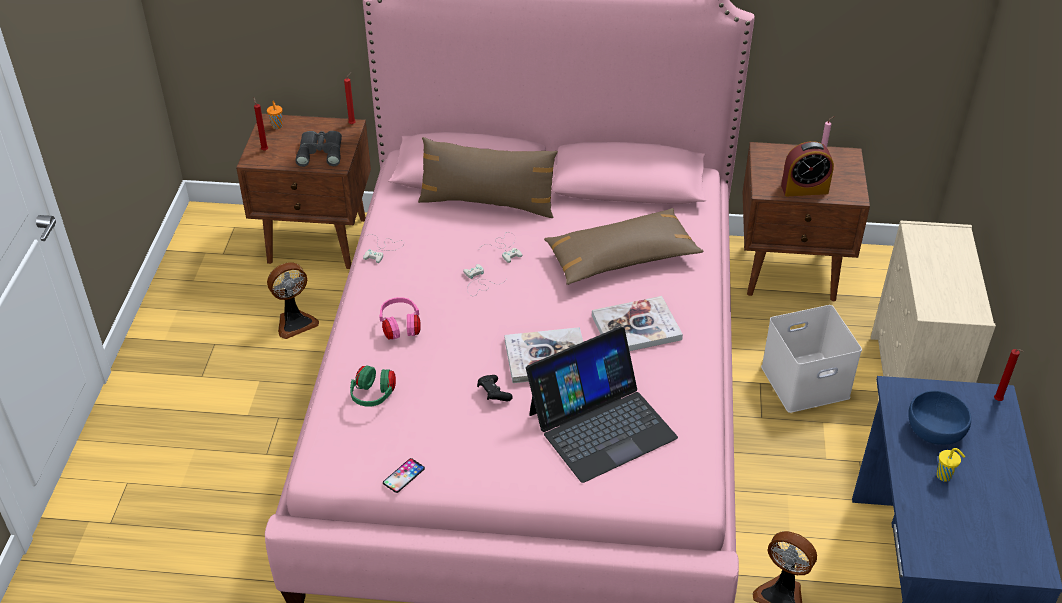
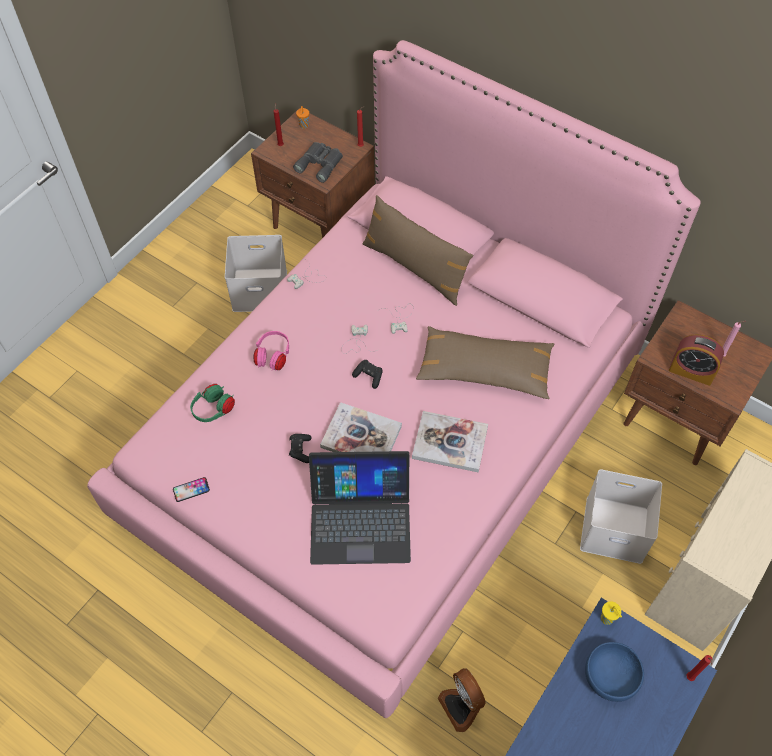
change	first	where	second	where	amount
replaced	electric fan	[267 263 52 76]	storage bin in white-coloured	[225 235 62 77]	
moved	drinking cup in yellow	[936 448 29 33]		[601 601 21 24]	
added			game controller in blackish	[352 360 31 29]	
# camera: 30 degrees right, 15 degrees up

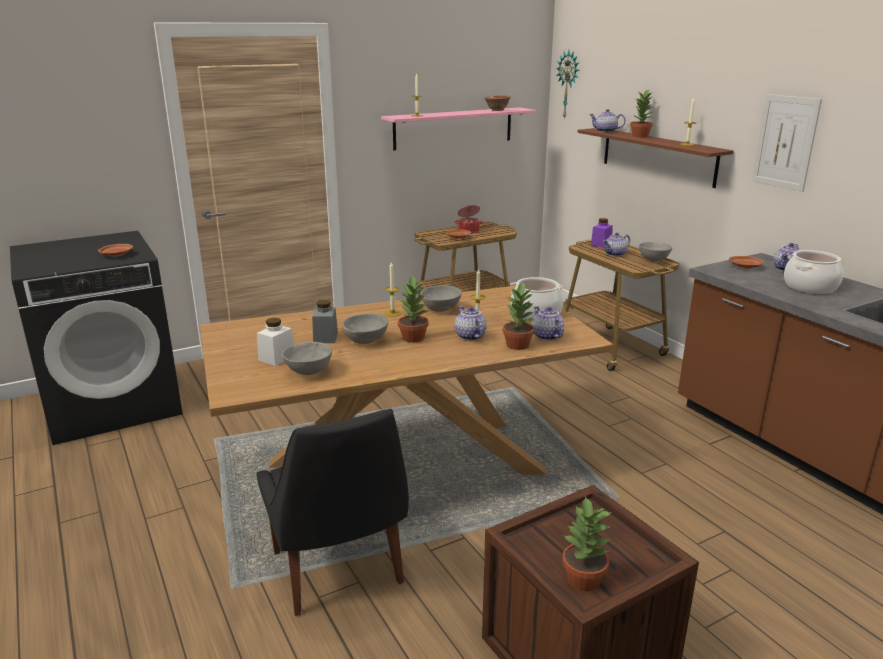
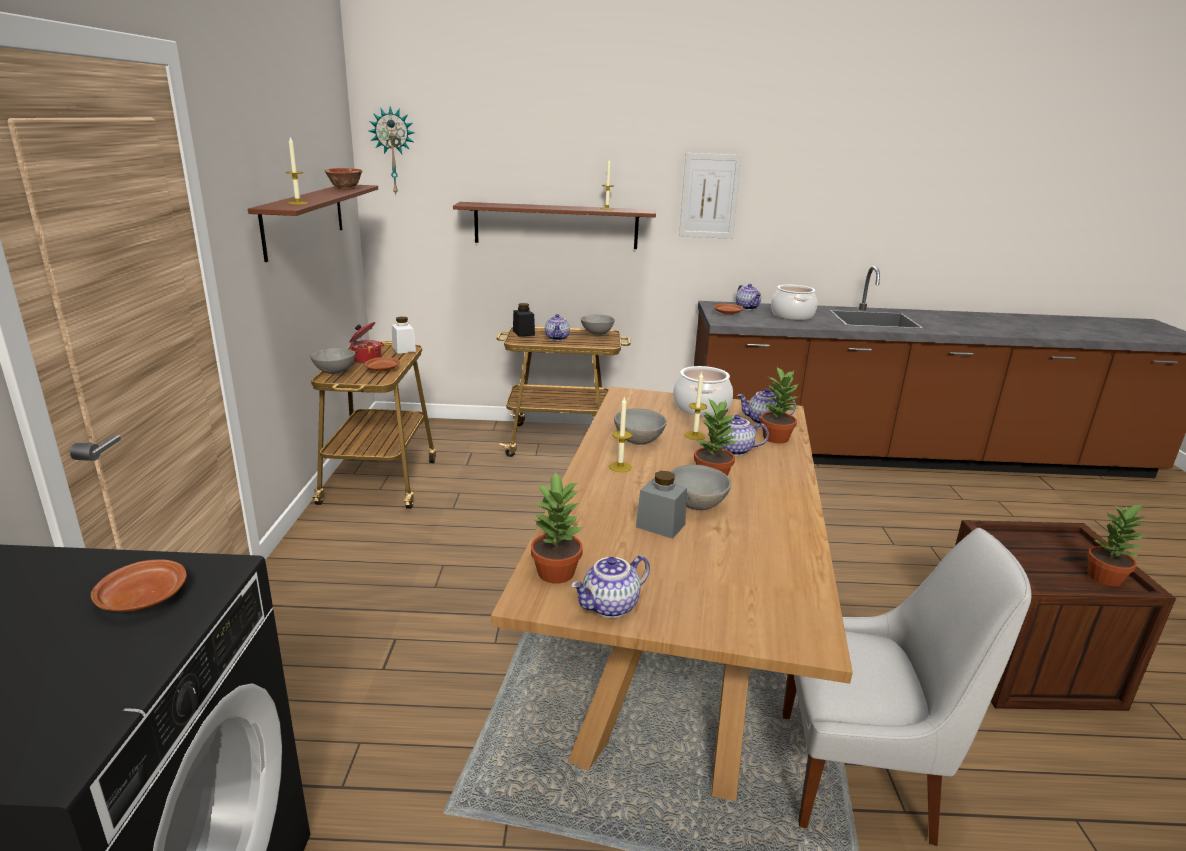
change	first	where	second	where	amount
recoloured	upright chair in blackish	[256 409 153 207]	upright chair in white-coloured	[783 528 249 318]	
moved	jar in white-coloured	[257 318 37 48]		[392 317 24 37]	
moved	serving bowl in grey	[282 342 50 33]		[310 348 45 26]	
recoloured	wall shelf in pink	[381 107 155 43]	wall shelf in brown	[248 185 130 77]	
moved	tea pot	[589 109 36 24]		[571 555 79 63]	
recoloured	jar in purple-coloured	[591 218 22 30]	jar in blackish	[513 303 22 34]	
moved	houseplant	[630 90 24 48]		[531 471 52 113]	
# camera: 60 degrees left, 0 degrees up

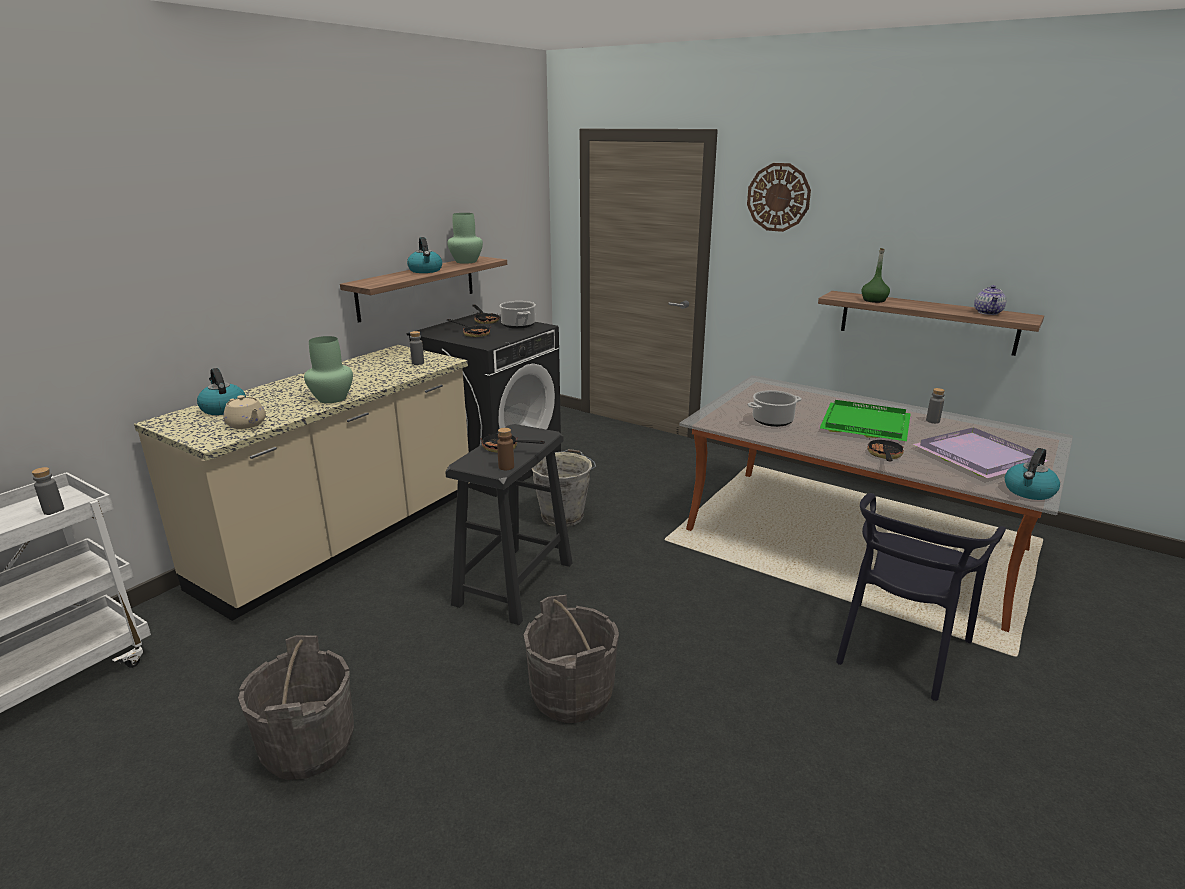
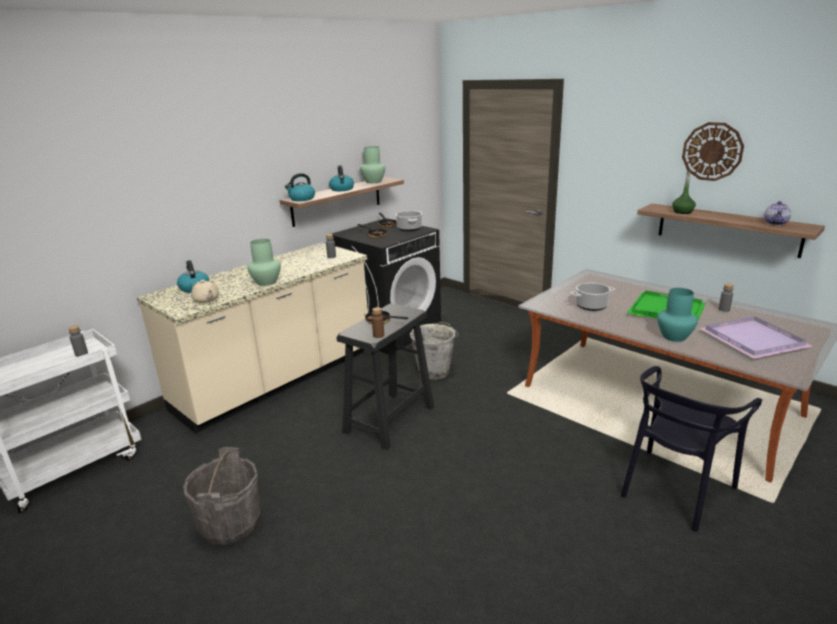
change	first	where	second	where	amount
removed	pail in grey	[524 595 95 128]			
moved	wall clock	[747 163 64 69]		[682 122 62 59]	
replaced	pan	[867 432 37 29]	decorative vase in blue-green	[657 288 41 54]	
moved	tea kettle	[1005 448 55 52]		[285 173 30 28]	
# camera: 10 degrees right, 0 degrees up

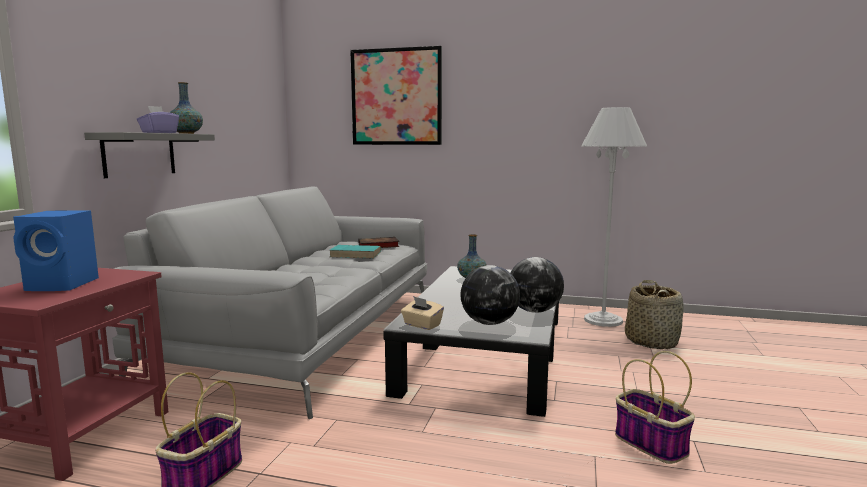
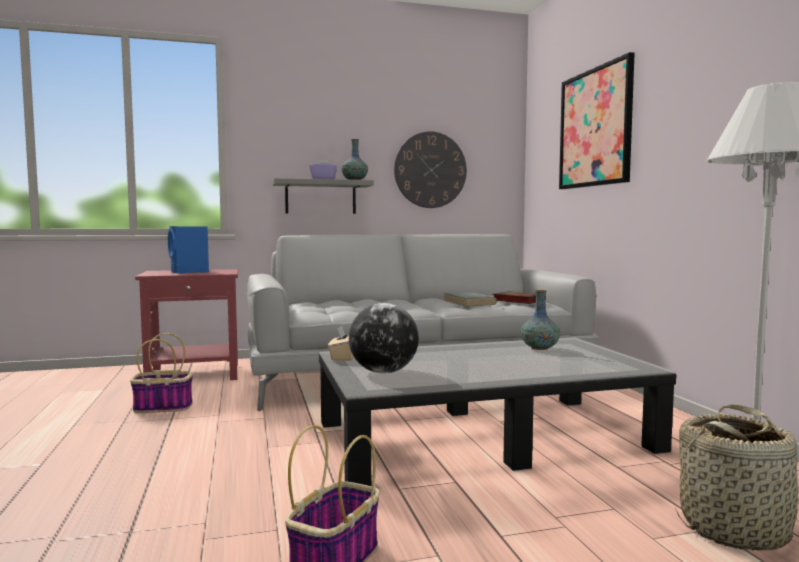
change	first	where	second	where	amount
recoloured	bound book in blue-green	[330 245 51 13]	bound book in grey	[444 292 53 15]	
removed	desk globe	[510 257 54 56]			
added			wall clock	[394 131 73 77]	
# camera: 60 degrees right, 5 degrees down

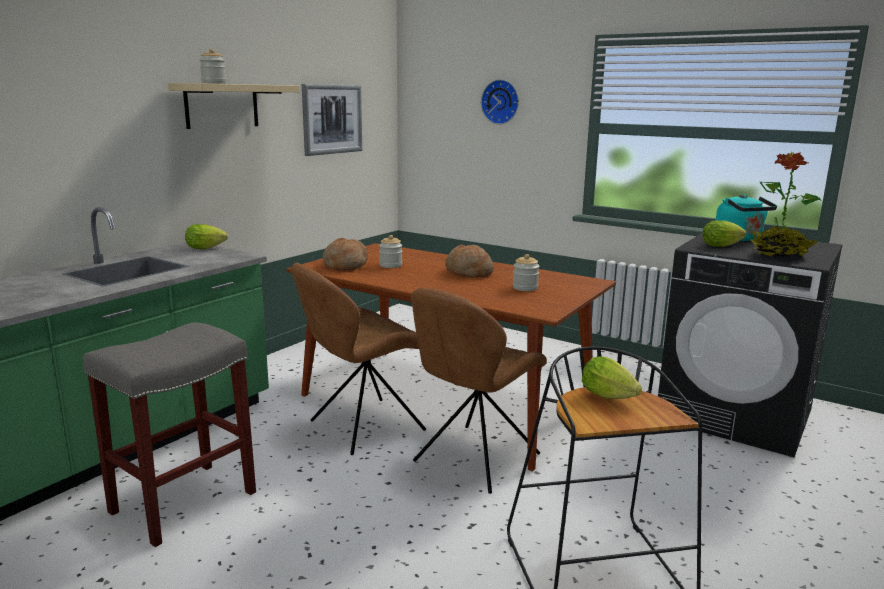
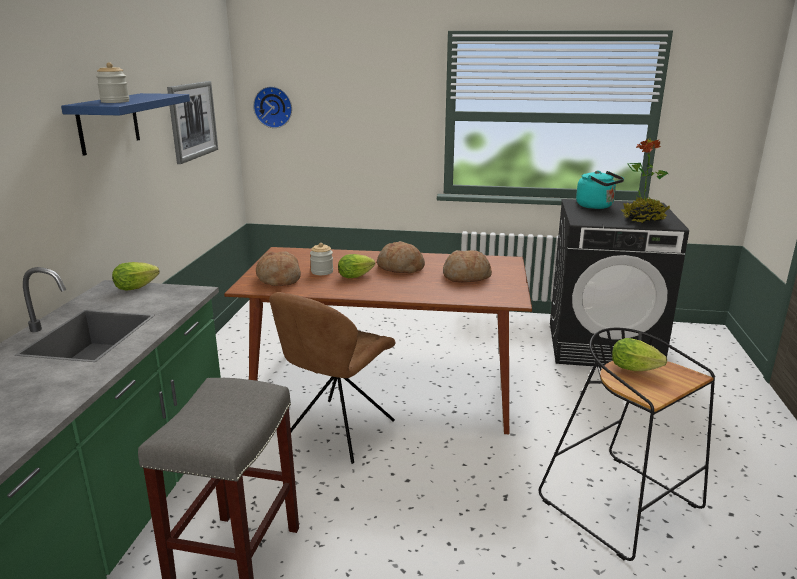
change	first	where	second	where	amount
recoloured	wall shelf in beige	[168 83 132 46]	wall shelf in blue-coloured	[61 93 129 63]	
removed	upright chair in brown	[411 287 136 207]			
moved	wall clock	[481 79 38 45]		[253 86 39 42]	
replaced	jar	[513 254 27 37]	baked bread	[443 250 49 32]	
moved	lettuce	[702 220 45 27]		[338 254 37 24]	
# camera: 25 degrees left, 5 degrees up

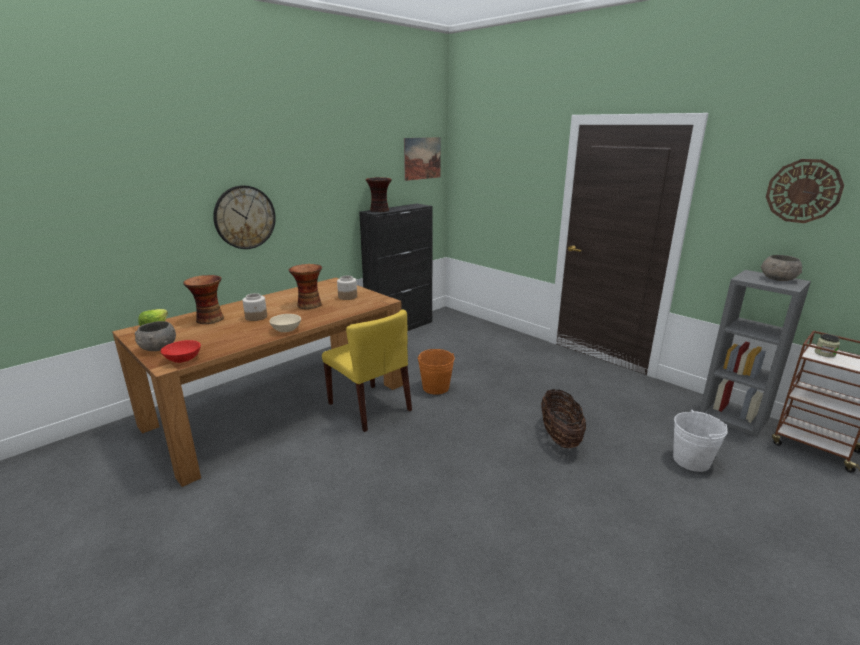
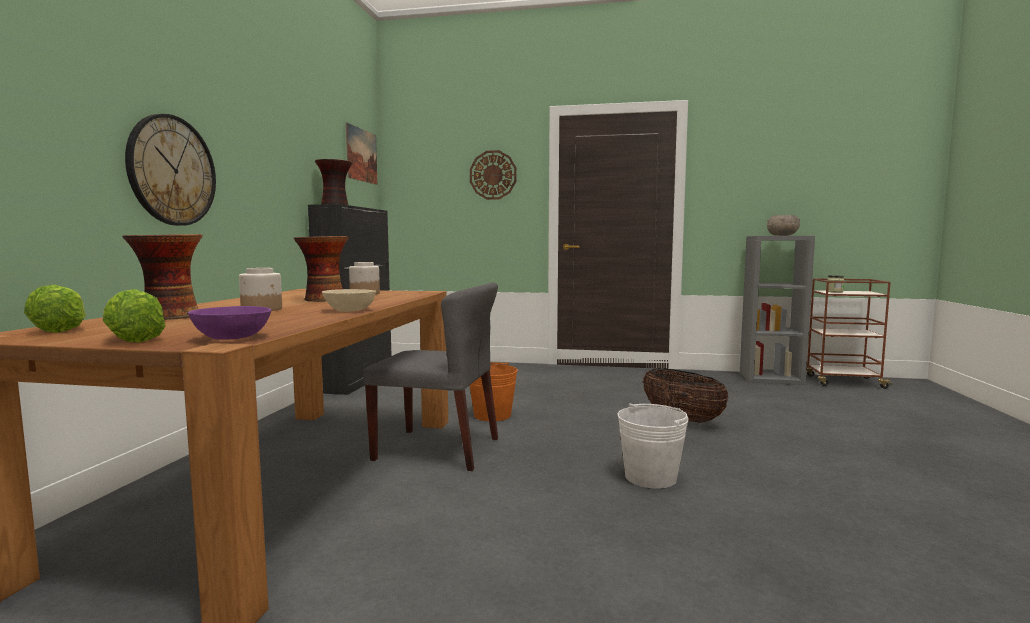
change	first	where	second	where	amount
replaced	serving bowl in grey	[135 321 41 30]	lettuce	[103 289 63 53]	
recoloured	serving bowl in red-coloured	[161 340 40 23]	serving bowl in purple-coloured	[188 306 83 34]	
recoloured	upright chair in yellow	[322 309 90 123]	upright chair in grey	[363 282 135 189]	
moved	pail in white-coloured	[673 409 55 63]		[617 403 72 85]	
moved	wall clock	[766 159 78 64]		[470 150 47 50]	
# camera: 35 degrees left, 15 degrees down

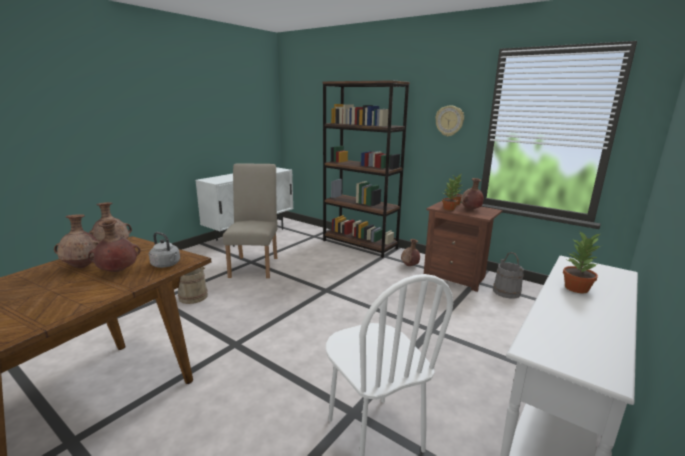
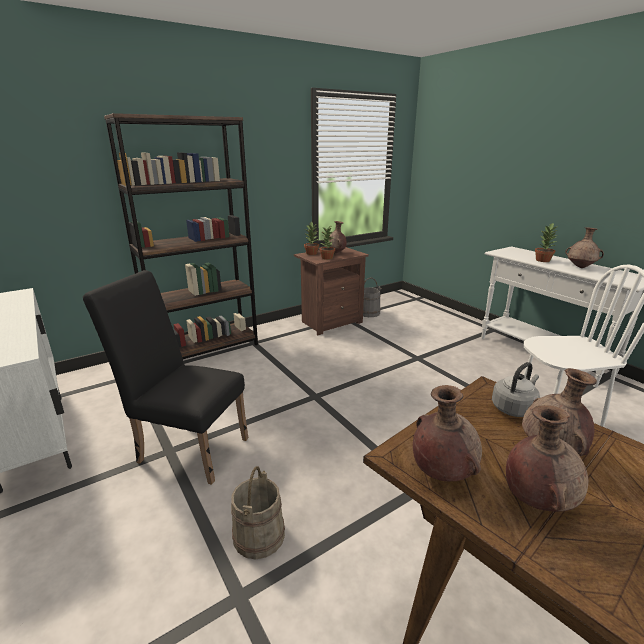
change	first	where	second	where	amount
recoloured	upright chair in beige	[223 163 55 115]	upright chair in blackish	[83 270 165 215]	
moved	decorative vase in brown	[401 239 19 27]		[565 227 39 41]	
removed	wall clock	[435 106 29 30]			
# camera: 70 degrees left, 5 degrees up

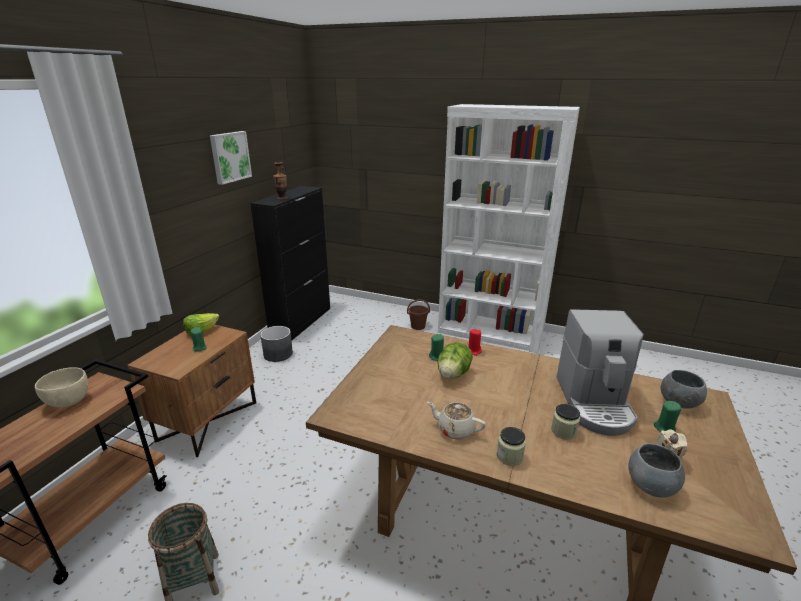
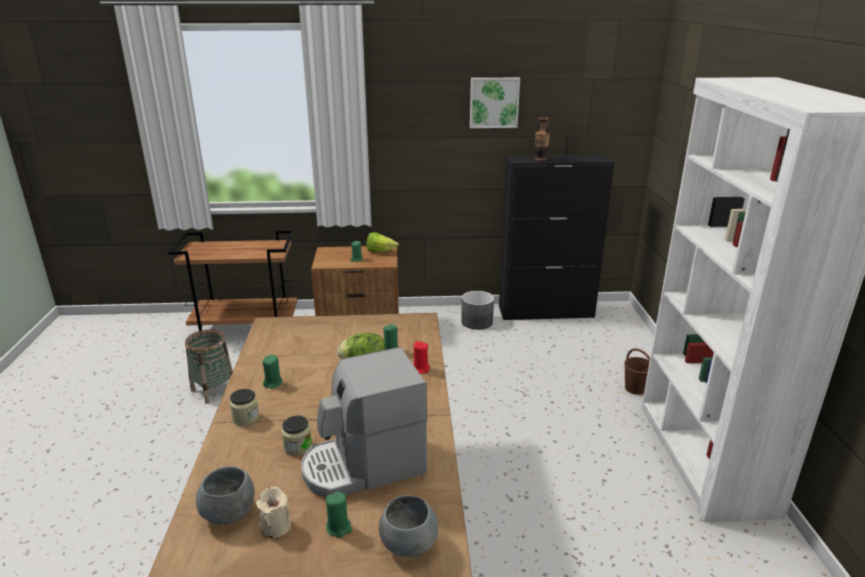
change	first	where	second	where	amount
removed	serving bowl in beige	[35 367 53 41]			
replaced	tea pot in beige	[427 402 59 38]	candle in green-coloured	[262 355 20 34]	
# camera: 65 degrees right, 0 degrees up

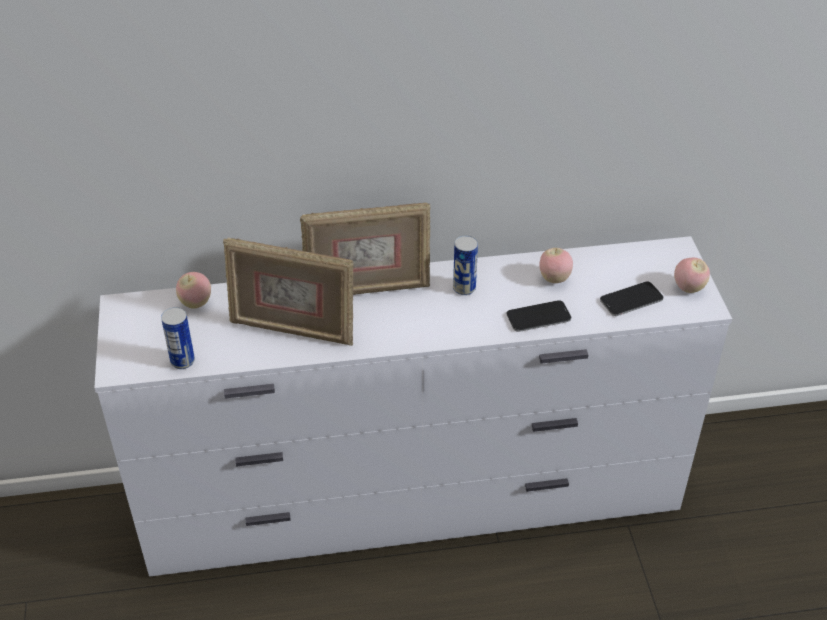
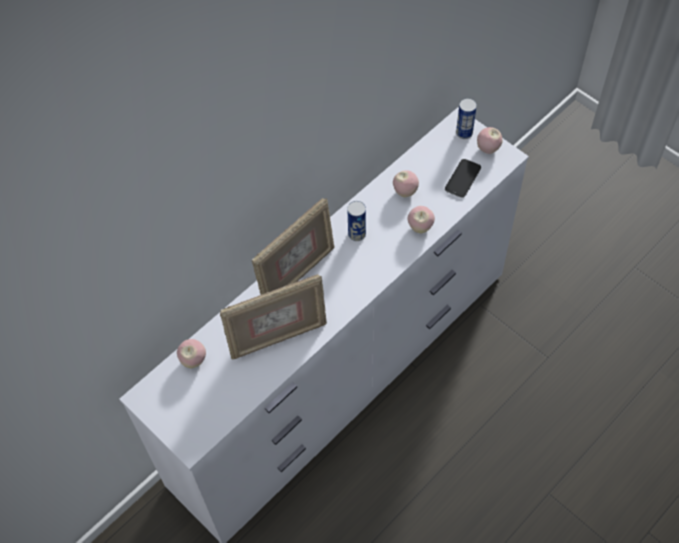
change	first	where	second	where	amount
moved	sealed can	[161 307 34 62]		[456 98 21 41]	
replaced	telephone	[506 300 65 32]	apple	[408 206 27 27]	
# camera: 35 degrees left, 15 degrees up

